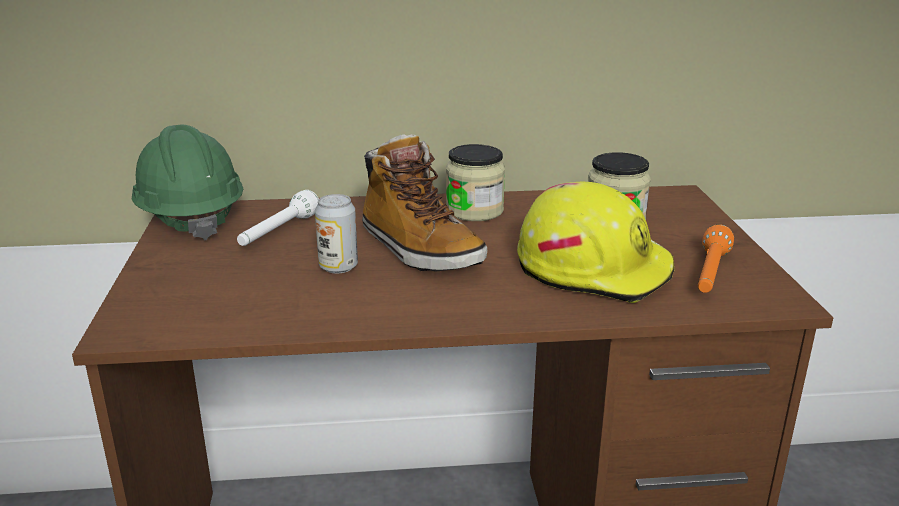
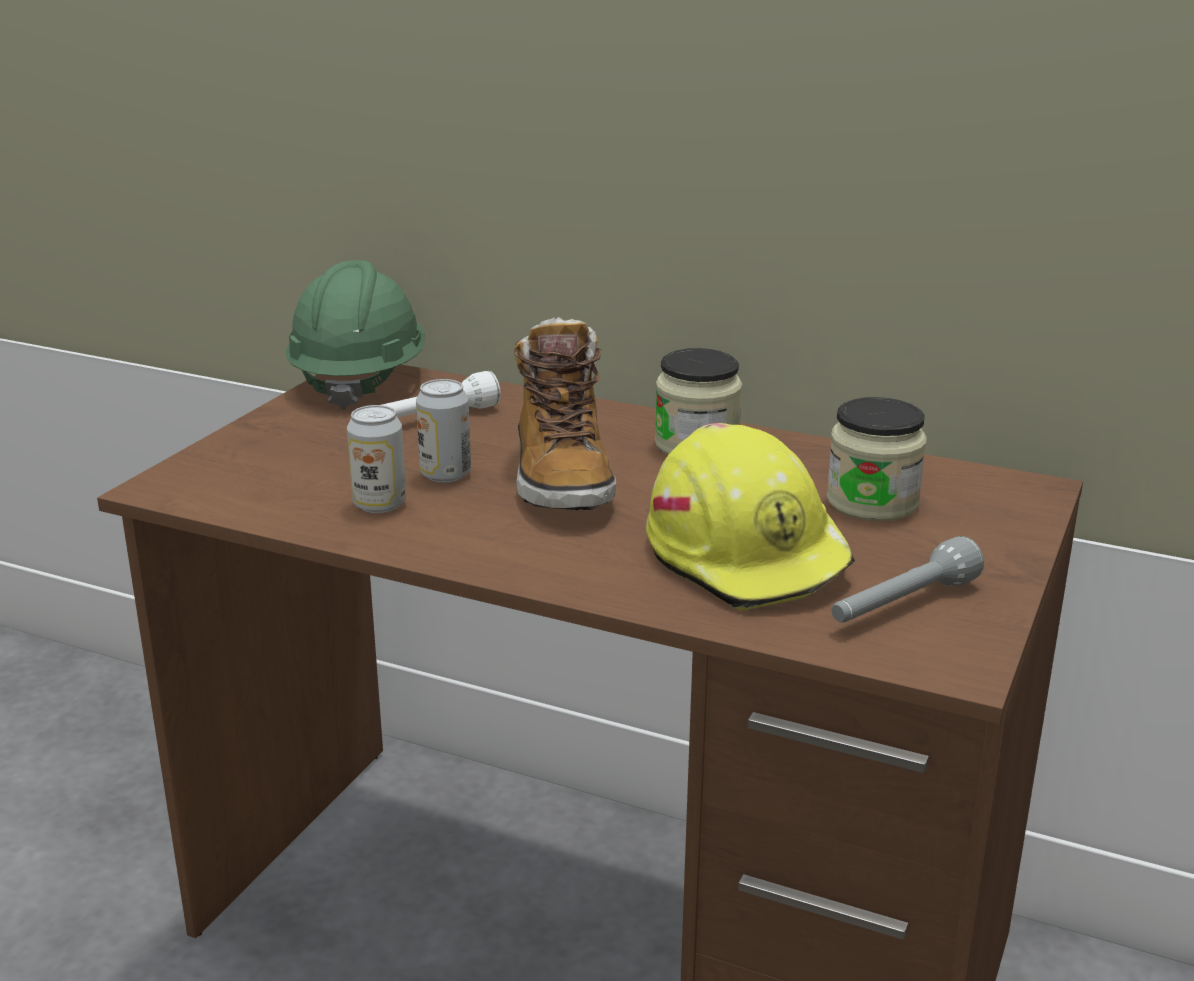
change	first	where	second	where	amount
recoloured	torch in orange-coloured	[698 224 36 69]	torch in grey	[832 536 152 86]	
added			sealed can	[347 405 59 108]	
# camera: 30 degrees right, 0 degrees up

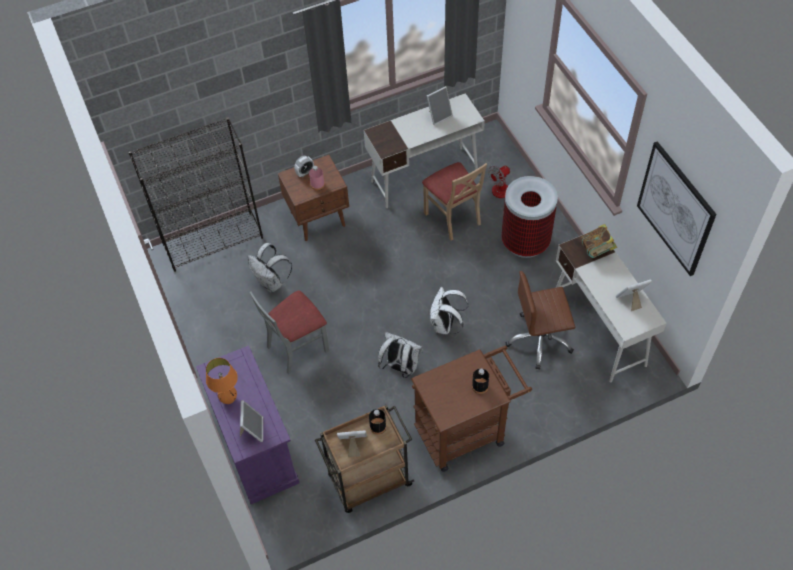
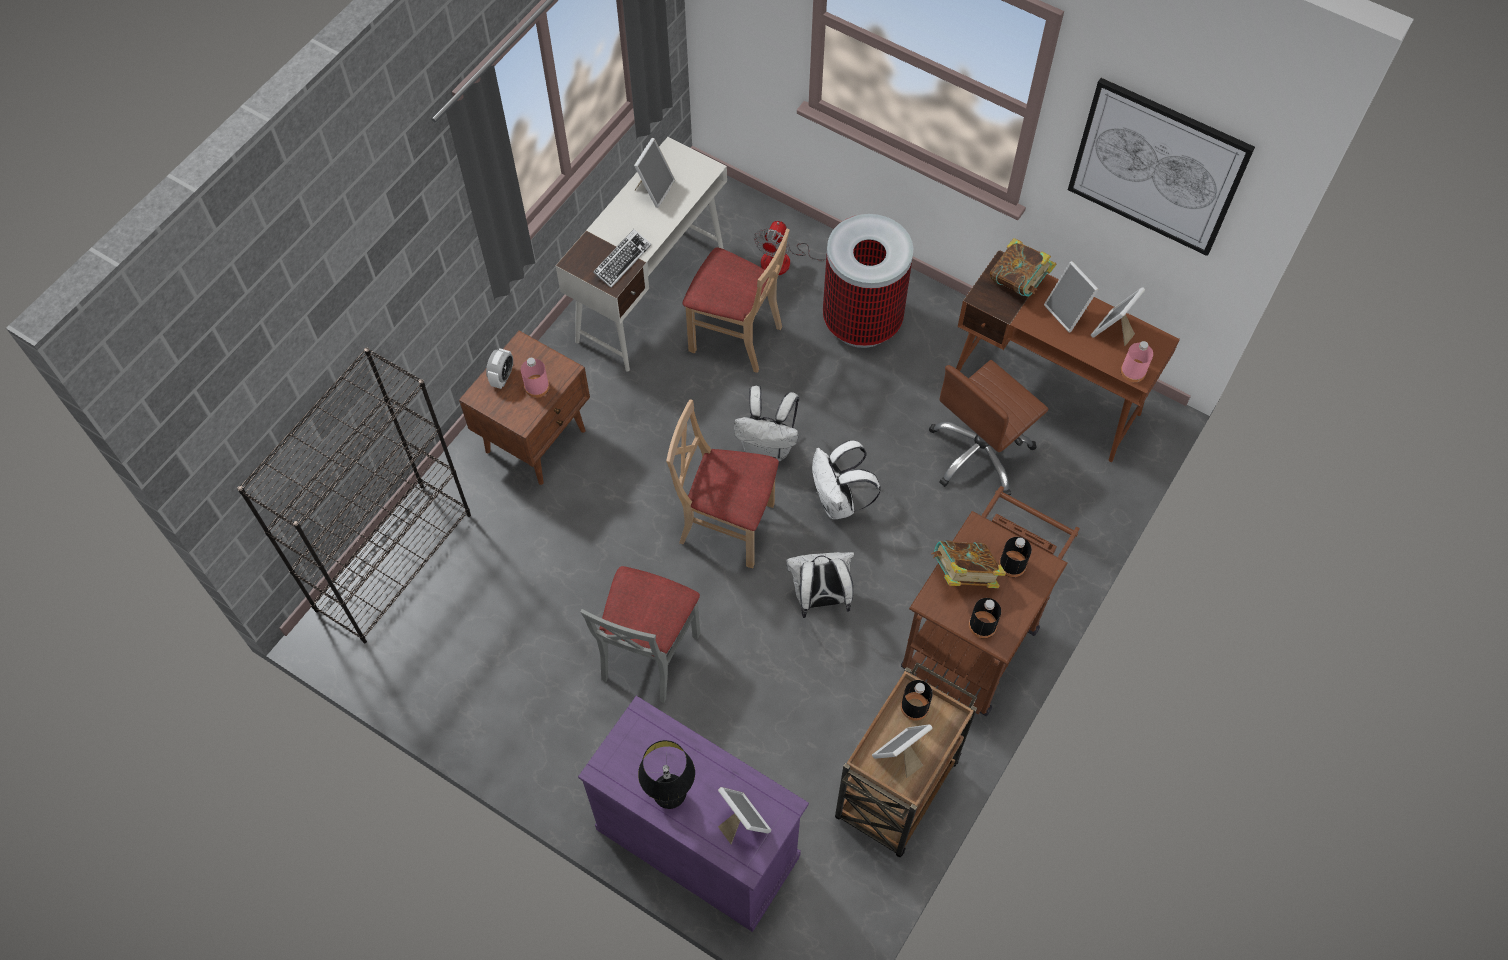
change	first	where	second	where	amount
recoloured	table lamp in orange-coloured	[206 358 32 46]	table lamp in blackish	[638 740 57 69]	
moved	rucksack in white-coloured	[248 243 44 50]		[734 386 65 75]	
recoloured	desk unit in white-coloured	[556 233 111 150]	desk unit in brown	[956 250 224 212]	
added			computer keyboard	[593 229 58 59]	
added			upright chair in beige	[666 399 113 169]	
added			bound book	[931 540 75 48]	
added			beverage bottle in blackish	[969 598 32 40]	
added			picture frame	[1044 261 55 71]	
added			beverage bottle in pink	[1121 341 32 41]	
# camera: 35 degrees left, 5 degrees up

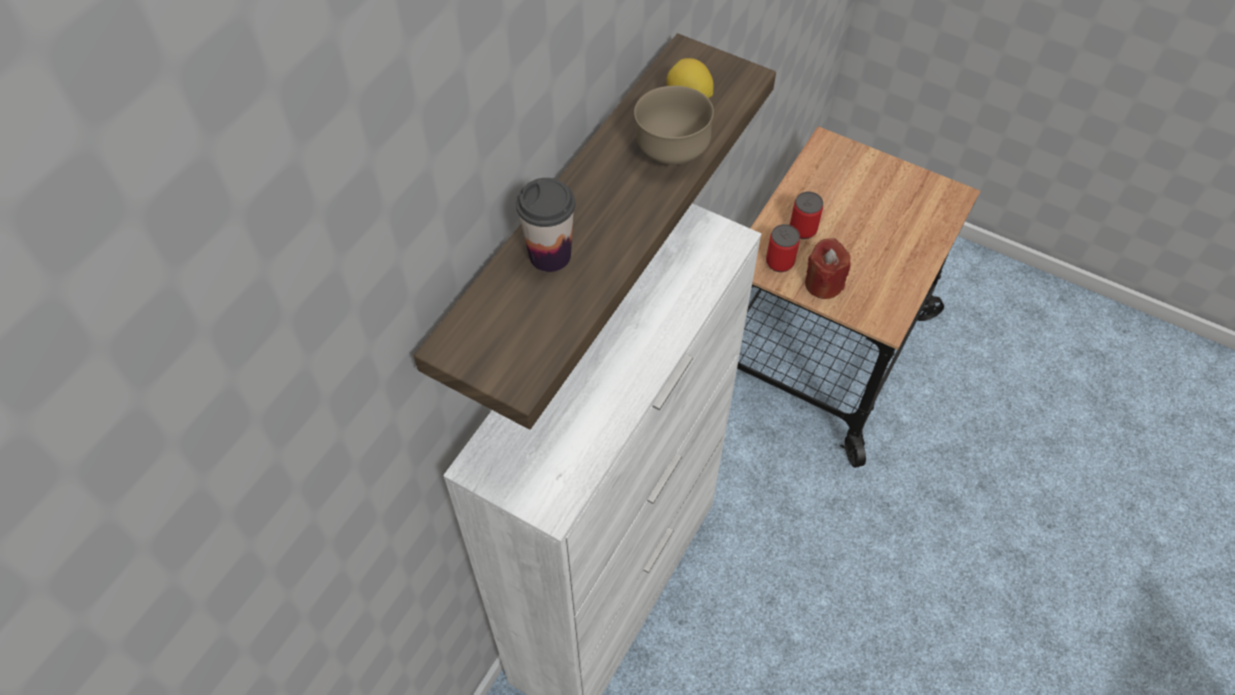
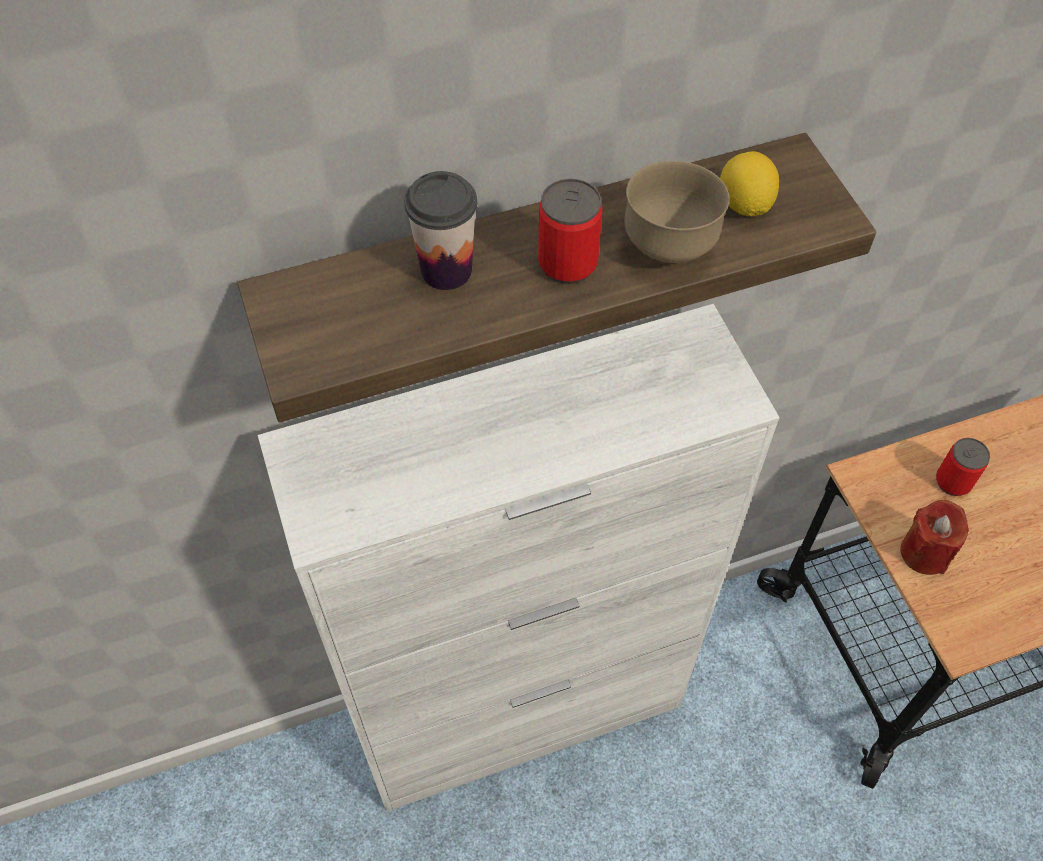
change	first	where	second	where	amount
moved	sealed can	[766 224 34 48]		[538 179 64 105]	
# camera: 40 degrees right, 0 degrees up

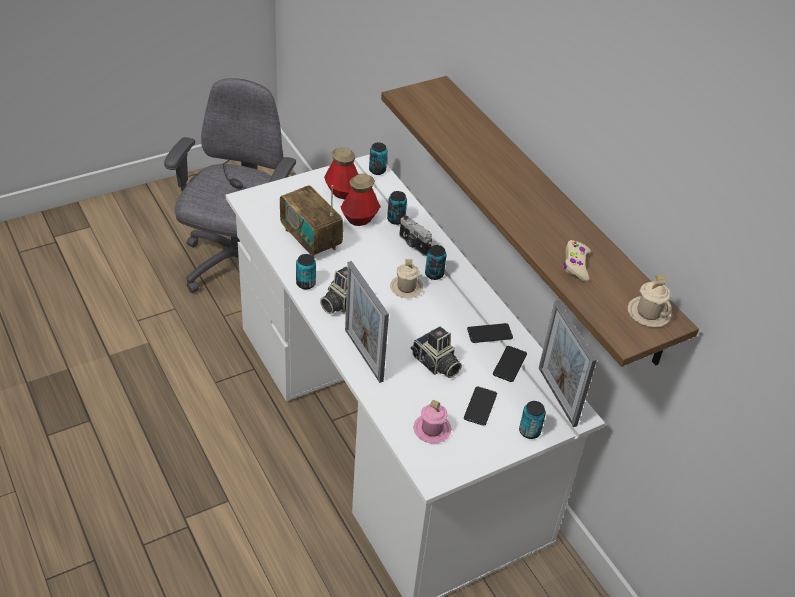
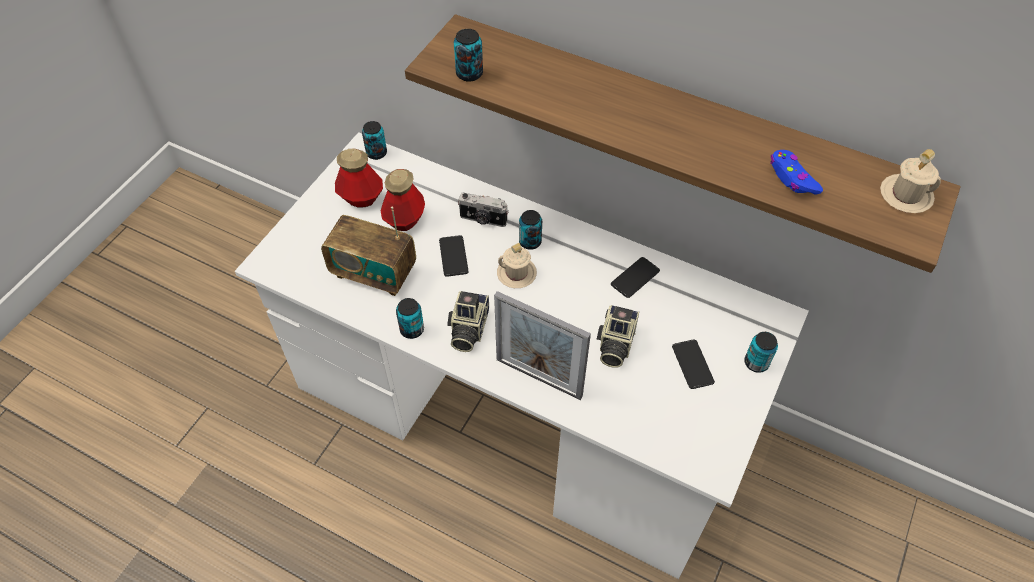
change	first	where	second	where	amount
removed	computer chair in grey	[164 78 132 215]			
moved	sealed can	[387 191 20 34]		[454 29 29 53]	
turned	photo camera	[411 326 51 52]		[597 305 42 63]	90 degrees clockwise
removed	mug in pink	[413 400 38 44]			
moved	telephone	[493 346 34 36]		[439 235 30 42]	
removed	picture frame	[539 300 58 127]			
recoloured	game controller in beige	[564 240 27 42]	game controller in blue-coloured	[770 150 53 44]	
# camera: 30 degrees left, 10 degrees up

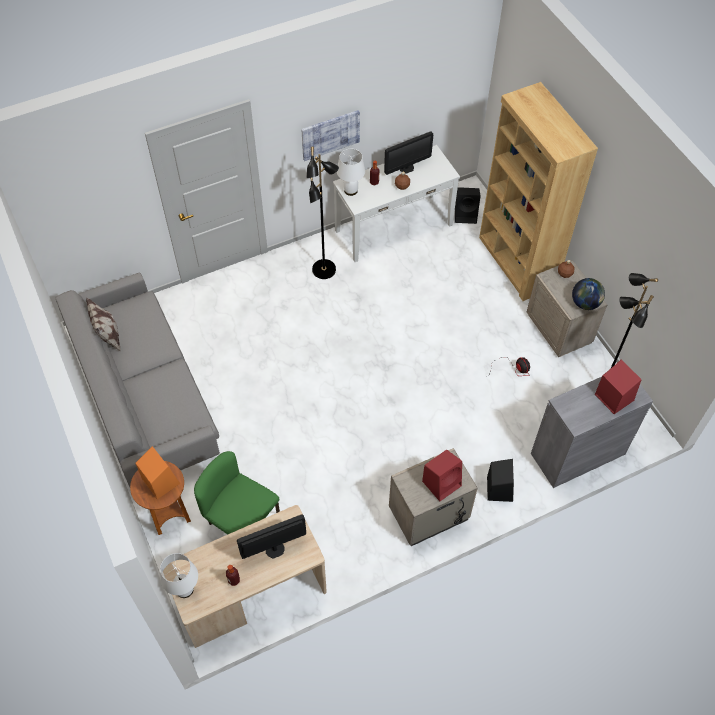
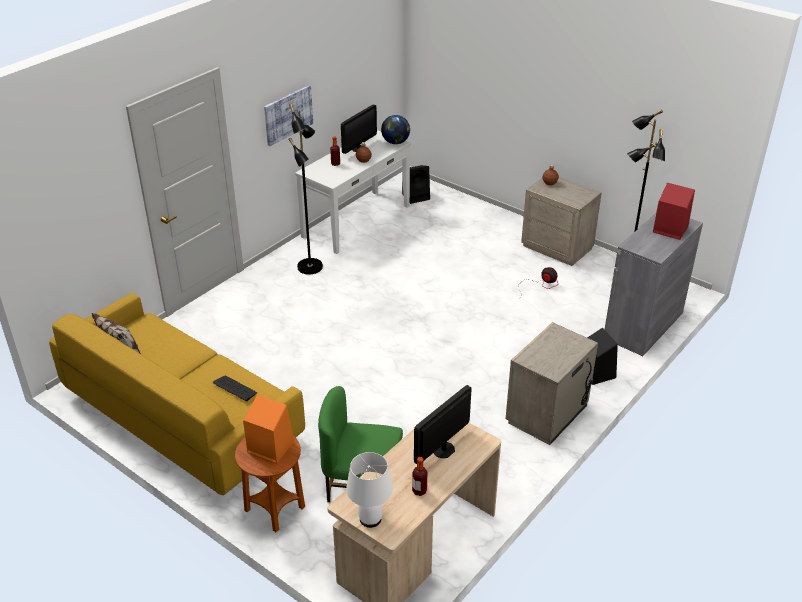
change	first	where	second	where	amount
recoloured	sofa in grey	[56 272 164 215]	sofa in yellow	[49 293 256 202]	
removed	table lamp in white-coloured	[337 149 28 47]			
removed	speaker in red-coloured	[422 450 40 51]			
removed	bookcase in brown	[479 82 119 219]			
moved	desk globe	[572 278 33 32]		[381 115 29 29]	
added			computer keyboard	[213 376 44 25]	
# camera: 25 degrees left, 20 degrees down

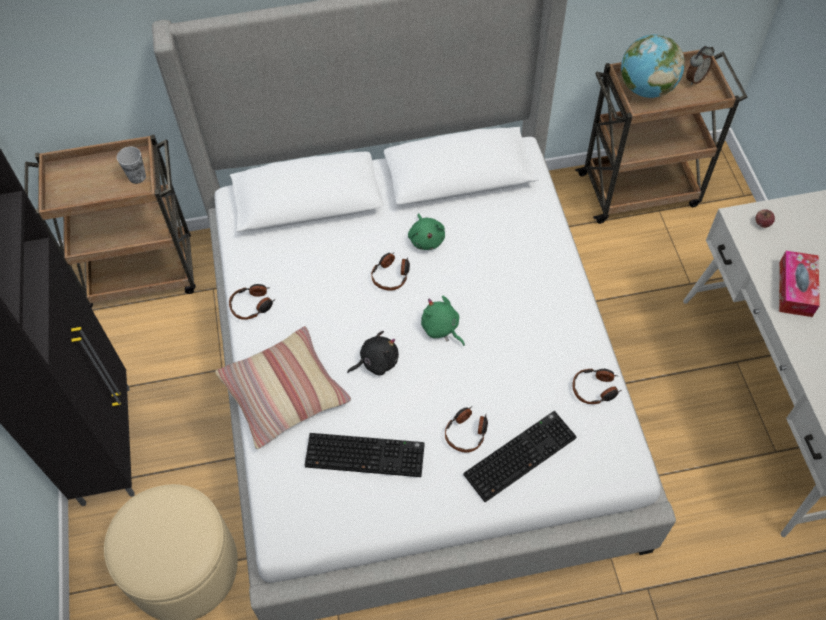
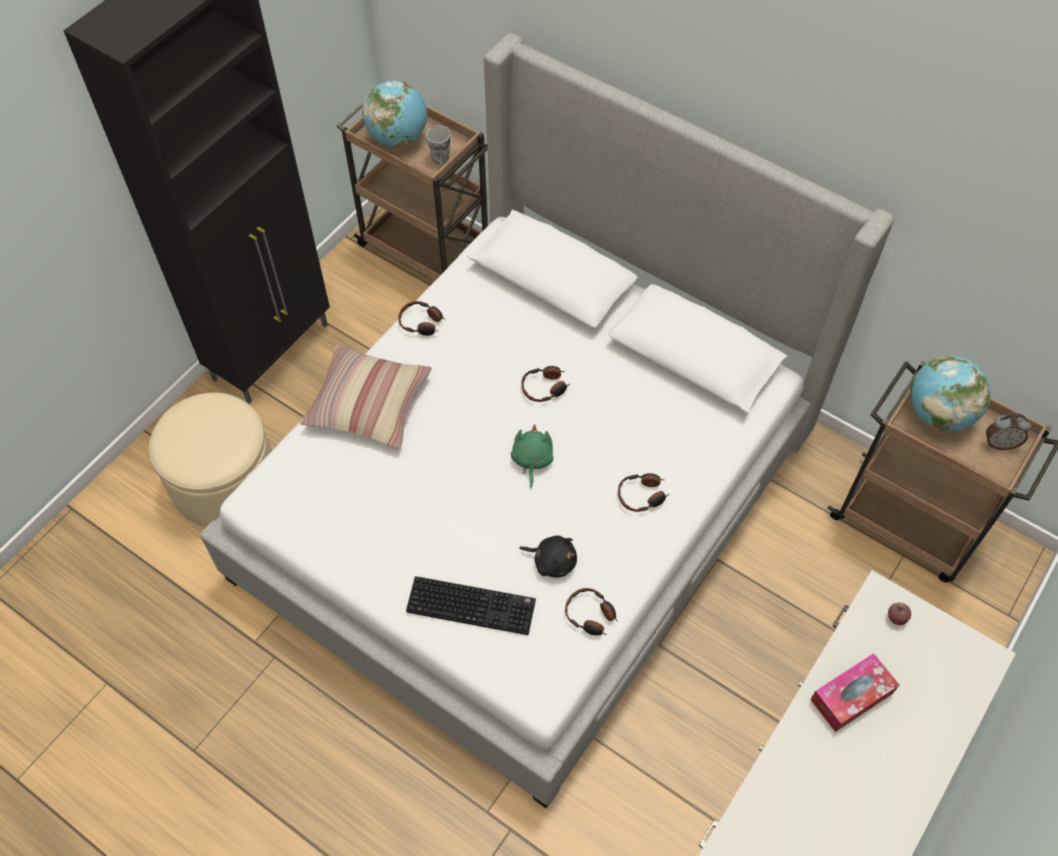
change	first	where	second	where	amount
removed	computer keyboard	[305 433 120 44]			
moved	soft toy in blackish	[347 331 52 45]		[519 535 58 43]	
removed	soft toy in green-coloured	[408 213 37 37]			
moved	headphones	[445 407 43 46]		[618 473 51 39]	
added			desk globe	[362 80 65 67]	
# camera: 45 degrees right, 0 degrees up

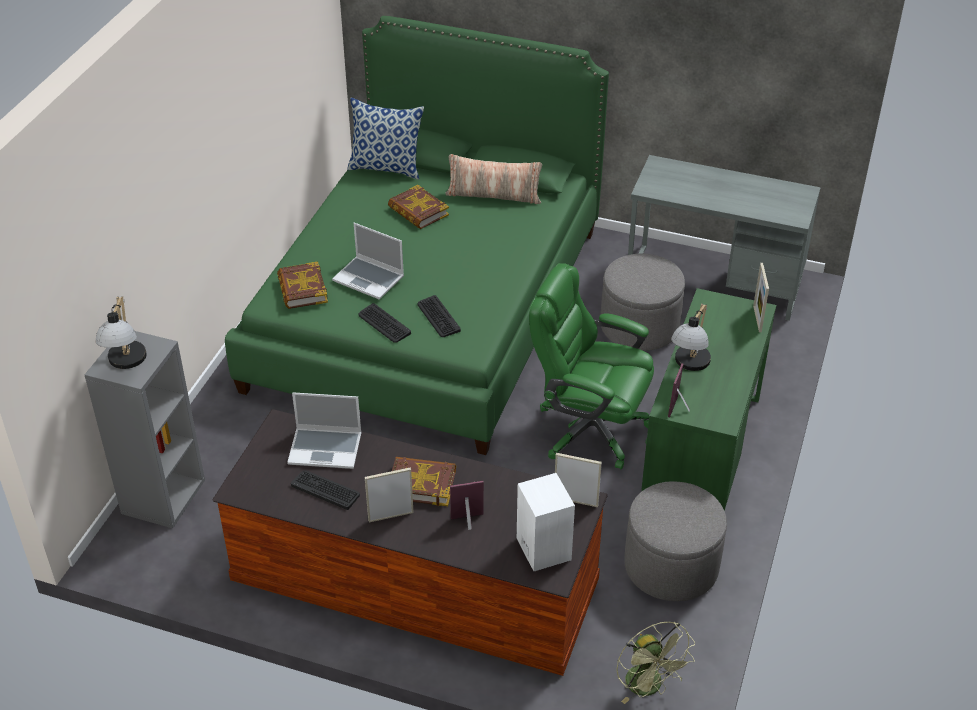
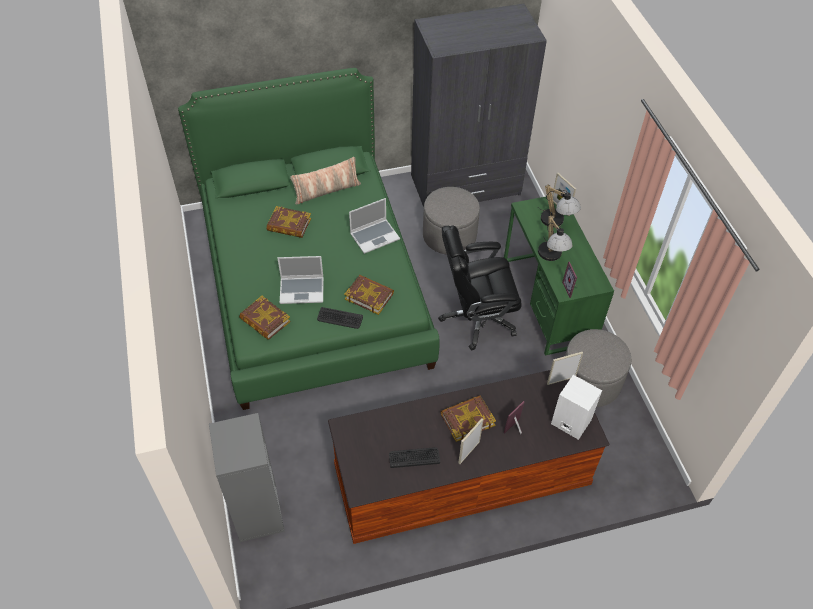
change	first	where	second	where	amount
moved	table lamp	[96 297 51 72]		[538 185 43 42]	
moved	portable computer	[287 392 75 77]		[349 198 51 56]	
removed	throw pillow	[347 98 77 81]			
replaced	computer keyboard	[417 295 44 42]	bound book	[344 275 50 40]	
recoloured	computer chair in green-coloured	[529 263 125 207]	computer chair in blackish	[439 225 83 125]	
removed	electric fan in green-coloured	[616 622 79 82]			
replaced	desk unit in grey	[628 155 193 166]	wardrobe in grey	[411 3 136 204]	
# camera: 35 degrees left, 10 degrees up

